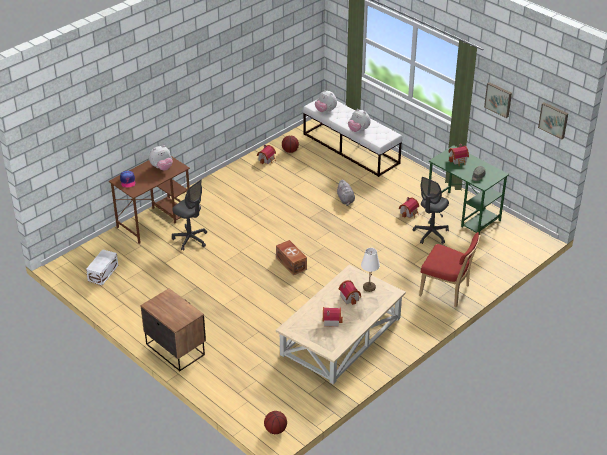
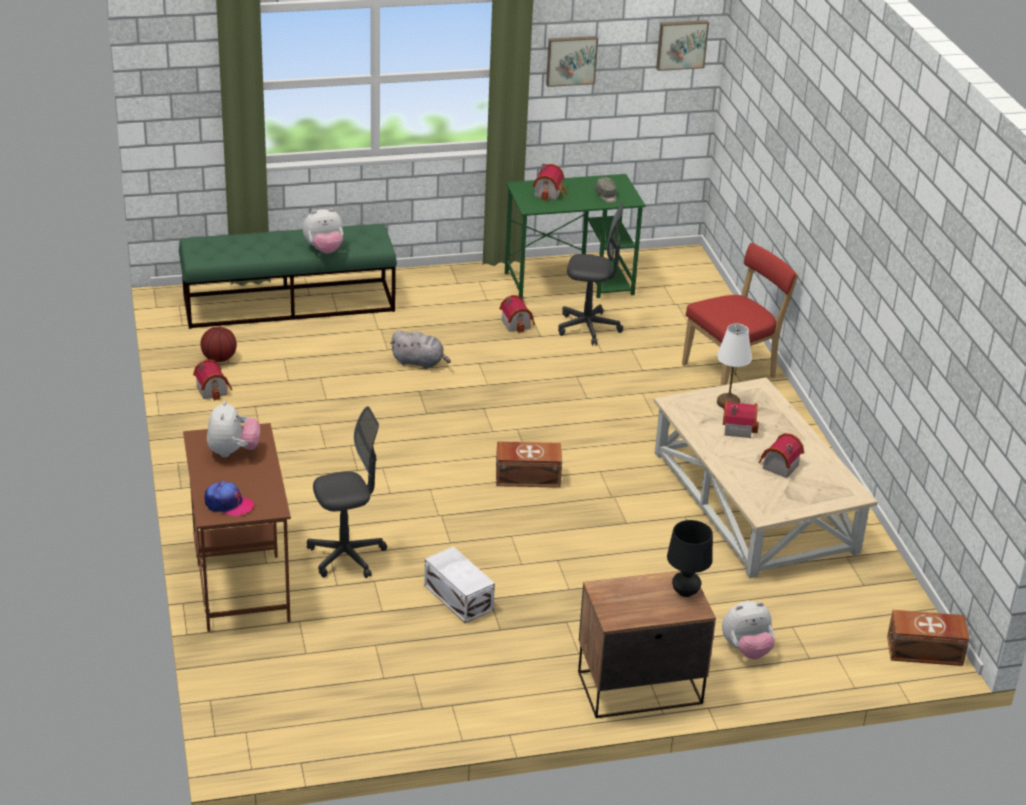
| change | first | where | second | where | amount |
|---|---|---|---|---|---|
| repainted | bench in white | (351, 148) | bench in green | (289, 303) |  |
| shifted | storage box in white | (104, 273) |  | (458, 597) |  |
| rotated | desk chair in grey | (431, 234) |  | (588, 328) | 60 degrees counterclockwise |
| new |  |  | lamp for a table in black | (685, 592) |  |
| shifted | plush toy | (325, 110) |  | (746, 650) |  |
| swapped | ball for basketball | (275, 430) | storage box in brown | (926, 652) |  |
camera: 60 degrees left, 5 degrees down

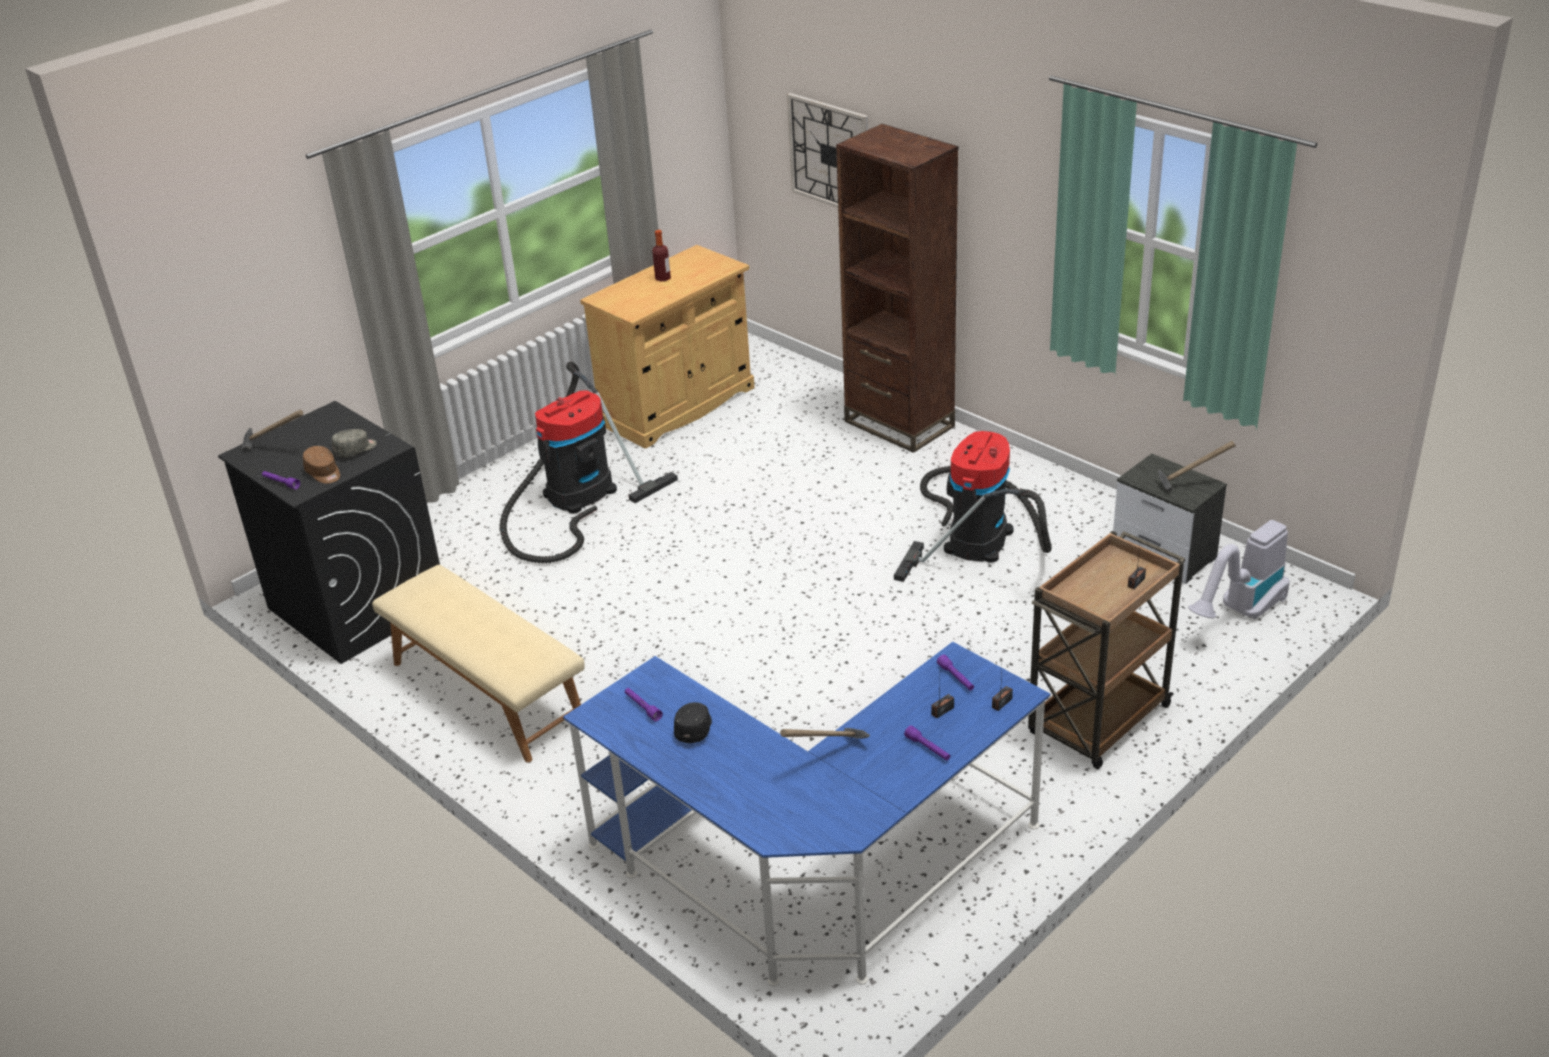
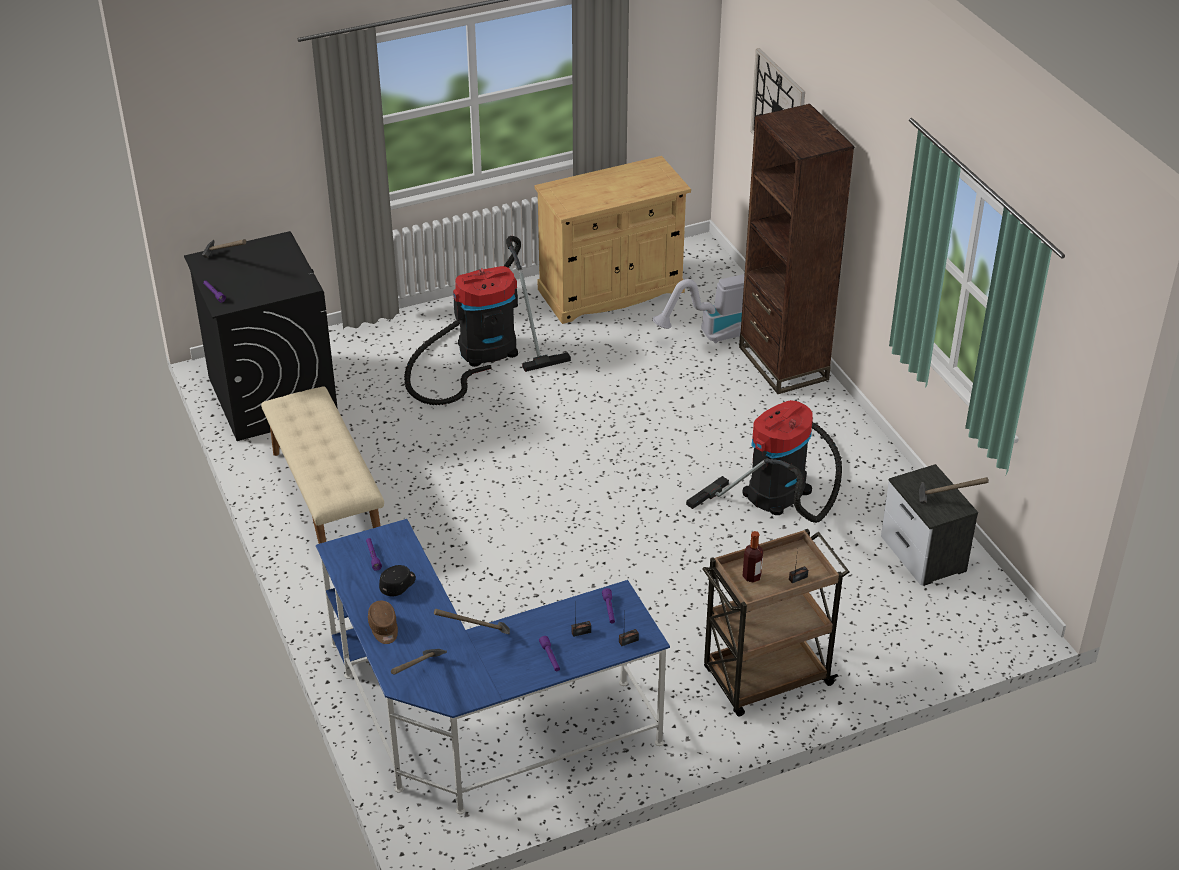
| change | first | where | second | where | amount |
|---|---|---|---|---|---|
| shifted | cap in brown | (323, 473) |  | (384, 628) |  |
| new |  |  | hammer | (419, 677) |  |
| shifted | hoover | (1240, 612) |  | (709, 336) |  |
| shifted | beverage bottle | (663, 278) |  | (751, 576) |  |
| gone | cap in grey | (355, 450) |  |  |  |
camera: 20 degrees right, 5 degrees up

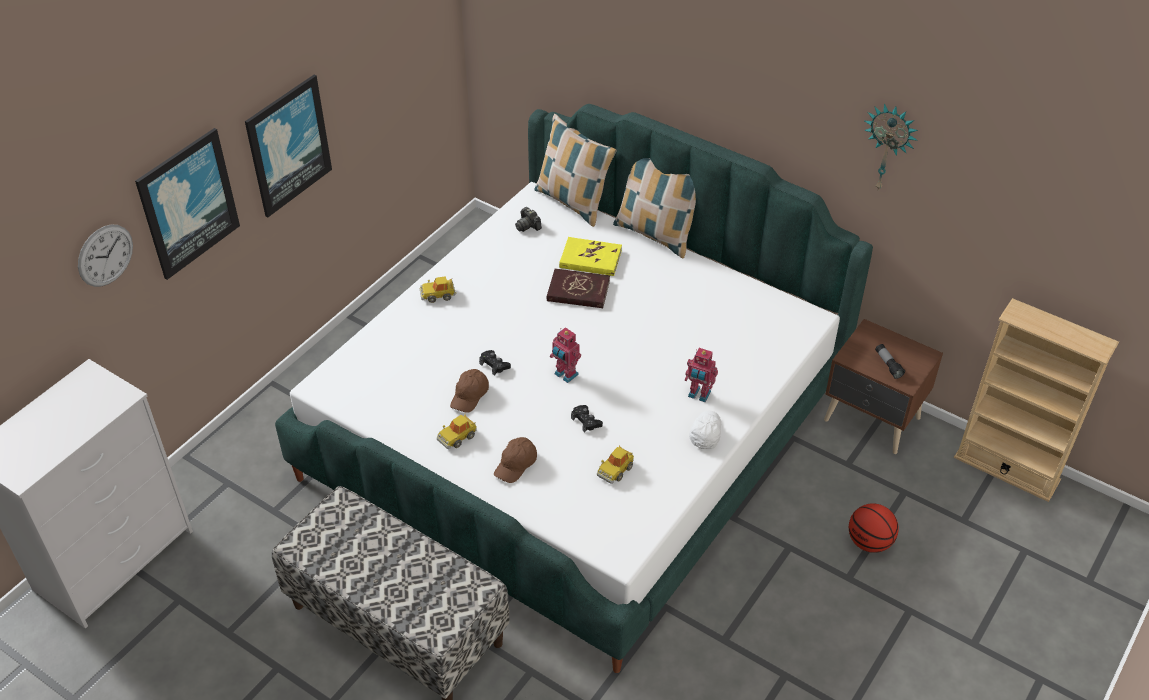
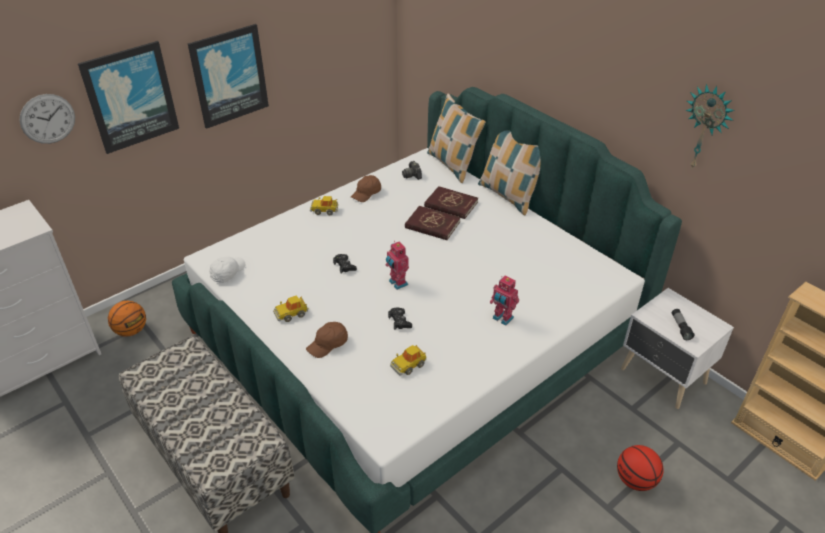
| change | first | where | second | where | amount |
|---|---|---|---|---|---|
| new |  |  | ball for basketball | (131, 331) |  |
| shifted | cap in white | (705, 433) |  | (227, 272) |  |
| shifted | cap in brown | (470, 396) |  | (366, 193) |  |
| repainted | volume in yellowish | (590, 259) | volume in reddish | (451, 205) |  |
| repainted | night table in brown | (872, 421) | night table in white | (663, 378) |  |
camera: 15 degrees right, 5 degrees down

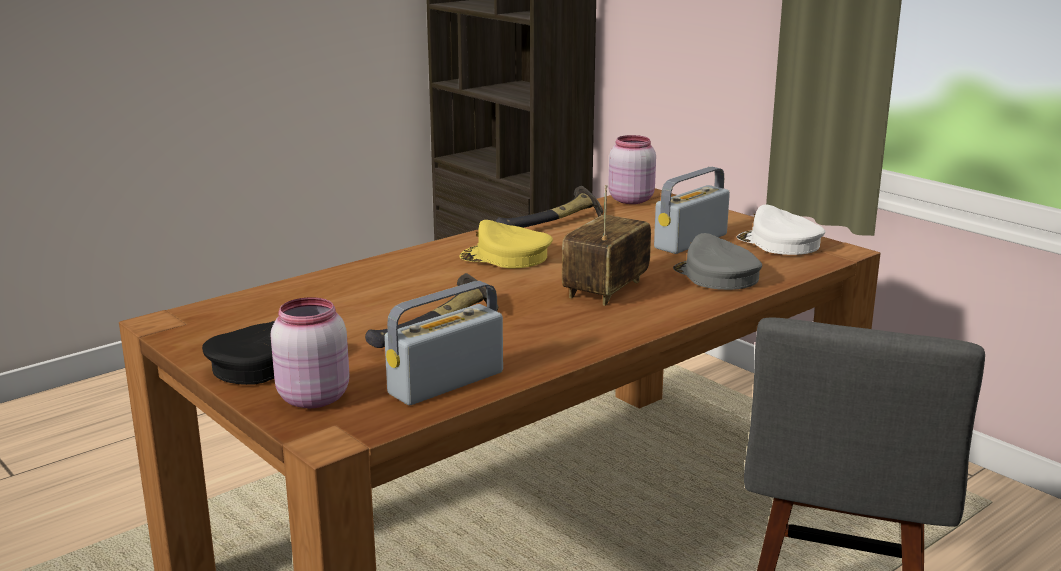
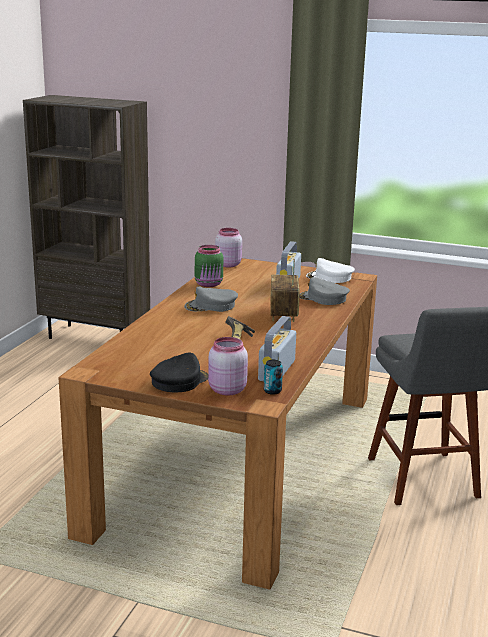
| change | first | where | second | where | amount |
|---|---|---|---|---|---|
| repainted | cap in yellowish | (505, 257) | cap in grey | (211, 306) |  |
| swapped | hammer | (555, 225) | storage jar in green | (209, 284) |  |
| new |  |  | sealed can | (272, 391) |  |
camera: 30 degrees left, 0 degrees up

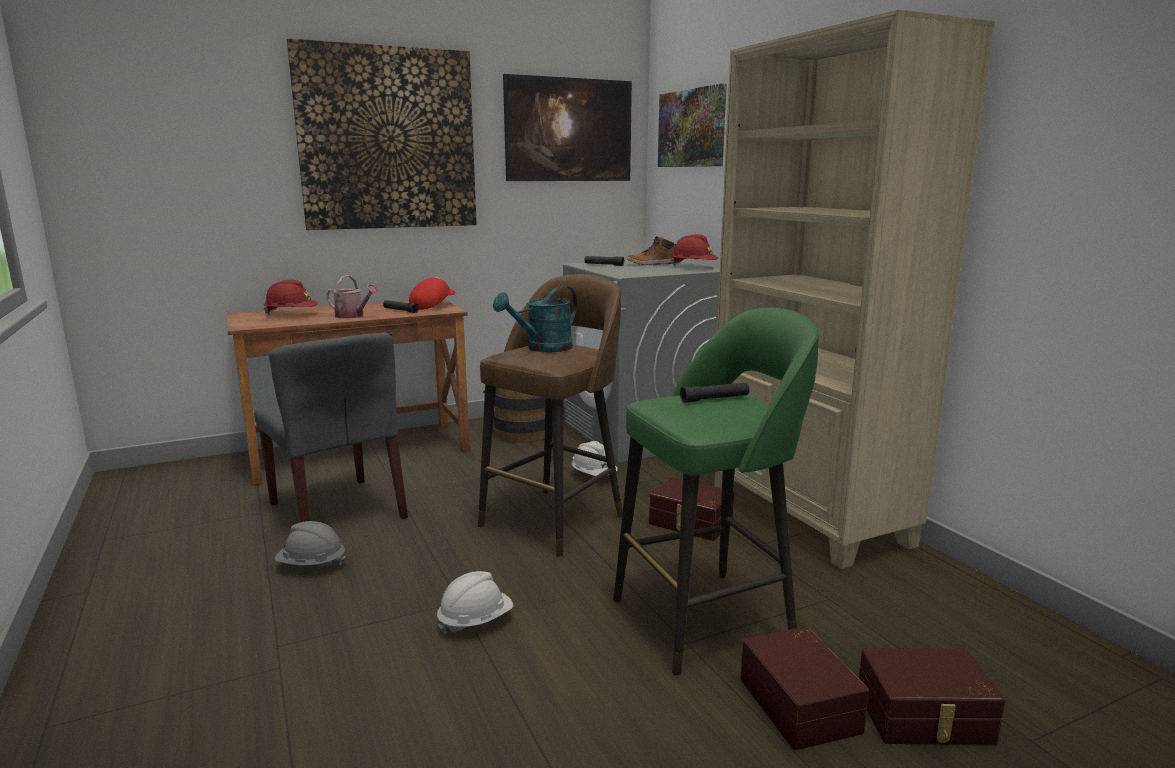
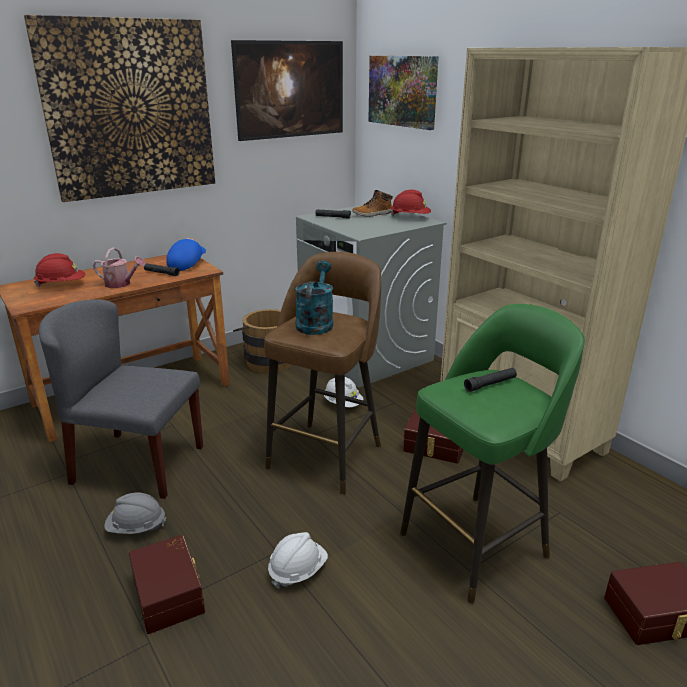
| change | first | where | second | where | amount |
|---|---|---|---|---|---|
| rotated | upright chair in grey | (337, 511) |  | (137, 464) | 150 degrees clockwise |
| shifted | storage box in brown | (801, 704) |  | (170, 593) |  |
| repainted | cap in reddish | (432, 306) | cap in blue | (187, 264) |  |
| rotated | watering pot in turquoise | (543, 349) |  | (315, 323) | 150 degrees clockwise |
camera: 10 degrees left, 10 degrees up

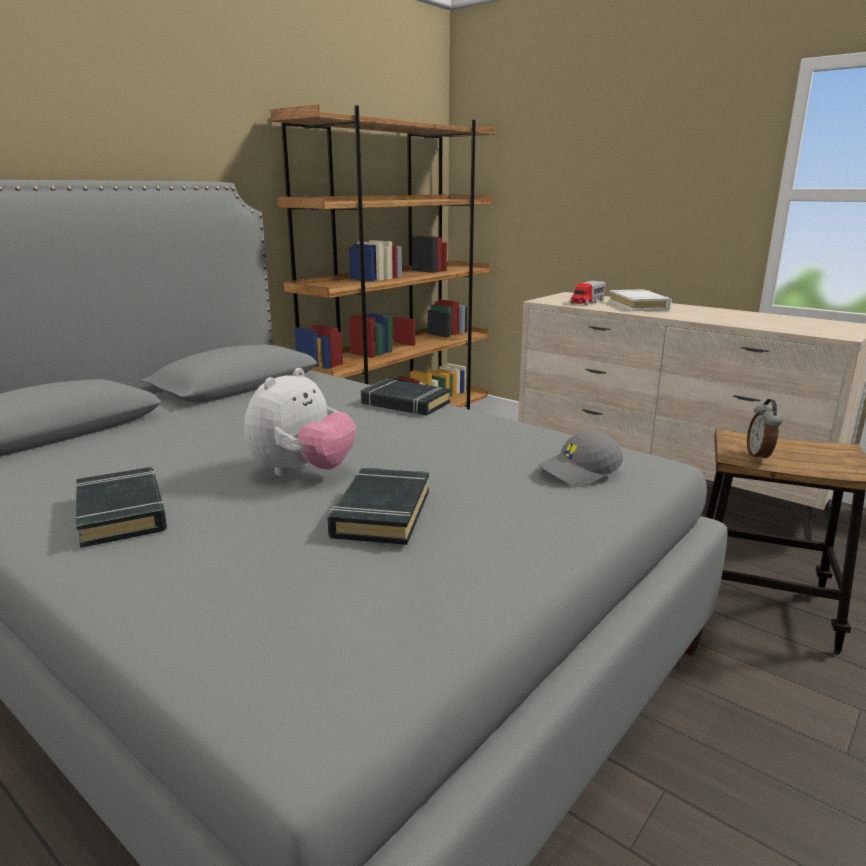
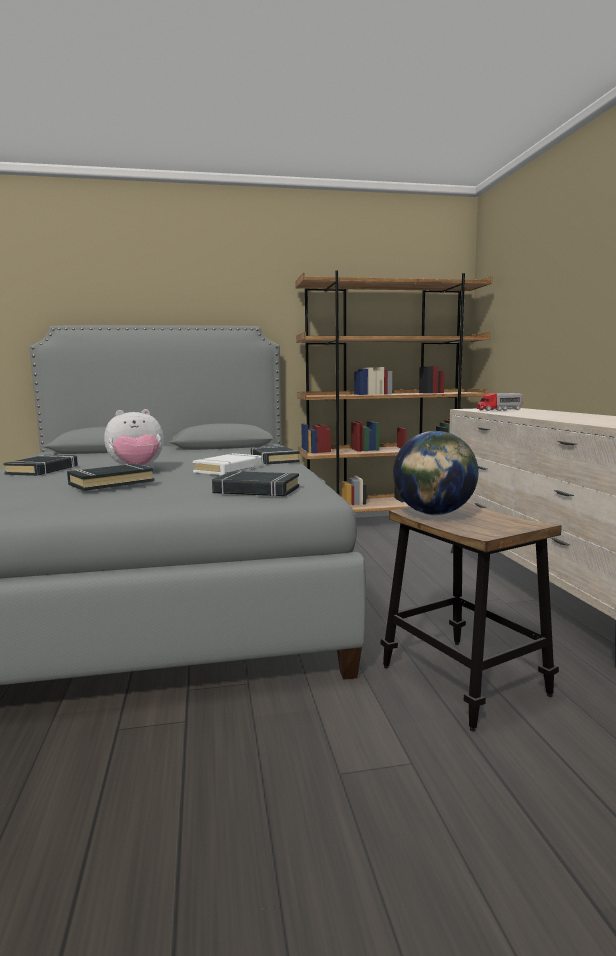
| change | first | where | second | where | amount |
|---|---|---|---|---|---|
| shifted | volume in white | (639, 305) |  | (229, 469) |  |
| swapped | cap in grey | (580, 472) | volume in black | (256, 490) |  |
| swapped | table clock | (759, 456) | world globe | (433, 514) |  |
camera: 40 degrees right, 10 degrees down

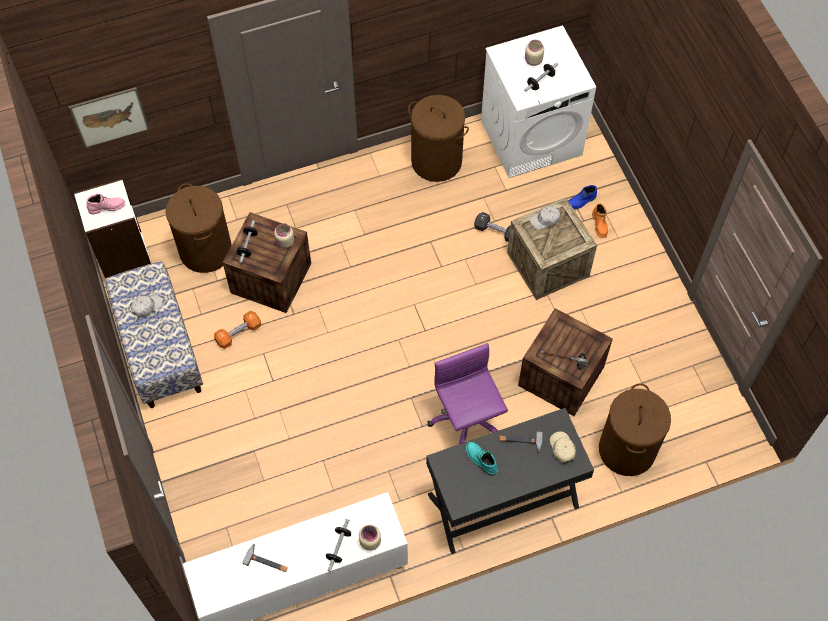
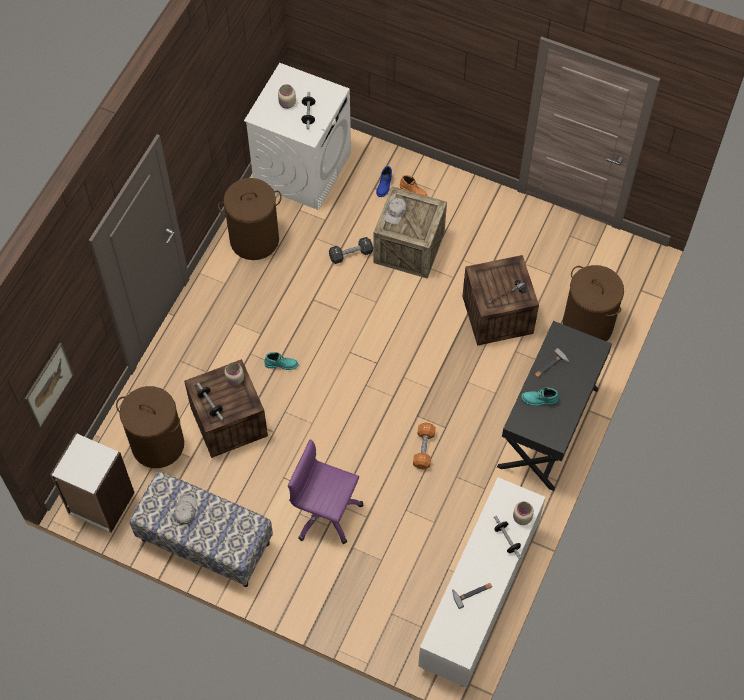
| change | first | where | second | where | amount |
|---|---|---|---|---|---|
| new |  |  | boot in turquoise | (281, 364) |  |
| shifted | desk chair in purple-coloured | (467, 421) |  | (325, 513) |  |
| shifted | hand weight in orangey | (238, 333) |  | (424, 449) |  |
| gone | boot in pink-coloured | (107, 207) |  |  |  |
| gone | cap in beige | (562, 448) |  |  |  |
camera: 45 degrees left, 0 degrees up

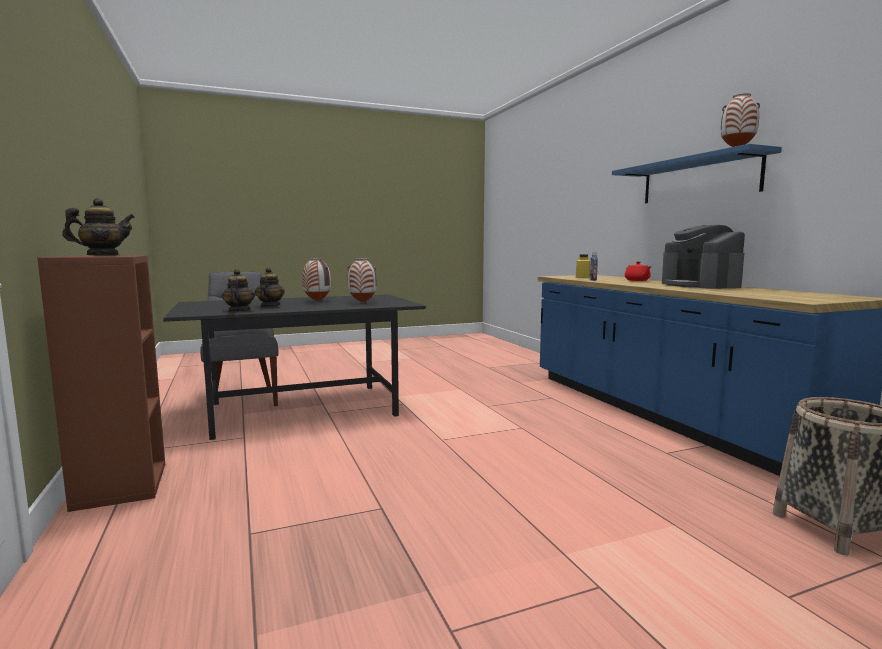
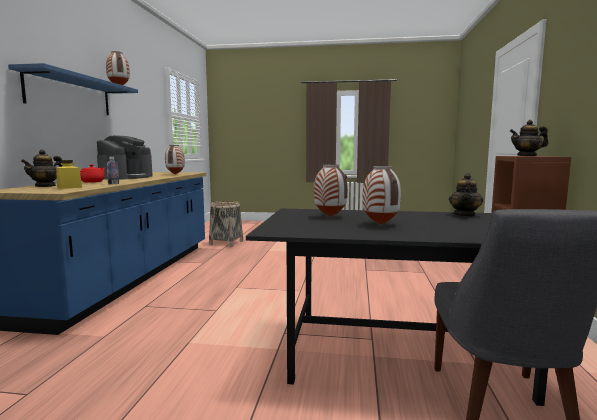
| change | first | where | second | where | amount |
|---|---|---|---|---|---|
| shifted | teapot | (270, 306) |  | (46, 186) |  |
| new |  |  | decorative vase | (175, 174) |  |
camera: 150 degrees left, 0 degrees up

